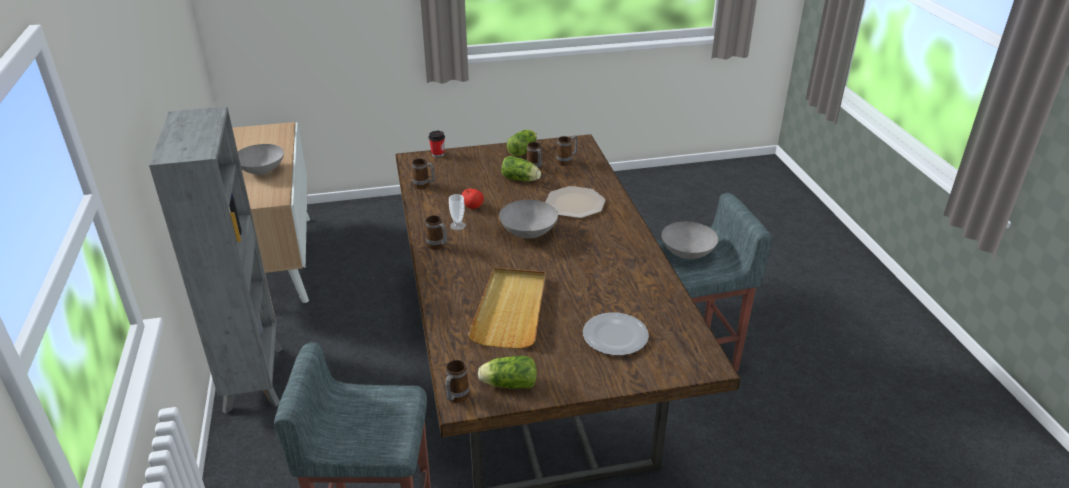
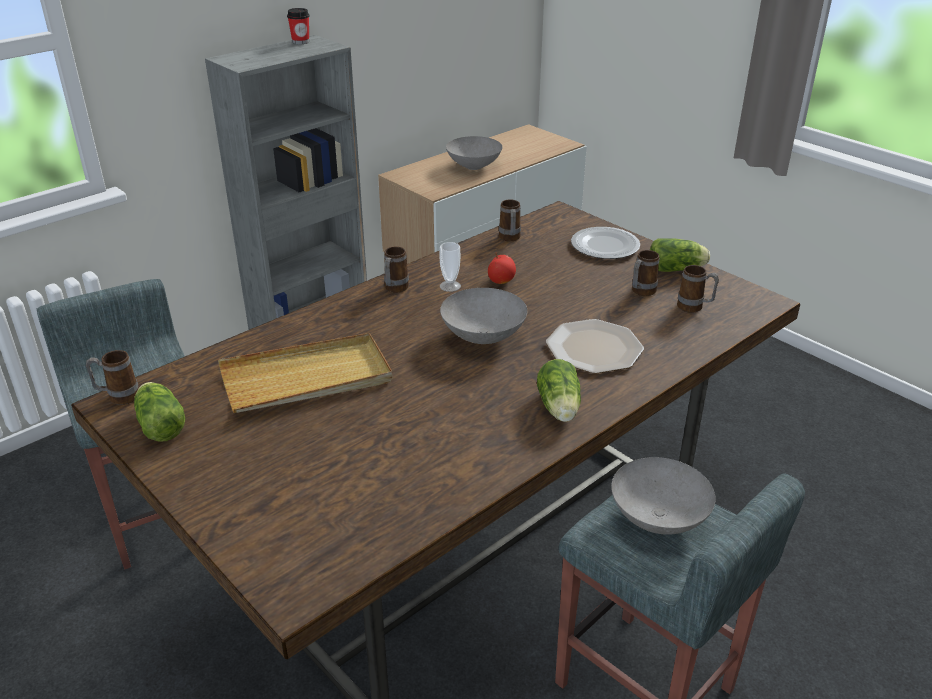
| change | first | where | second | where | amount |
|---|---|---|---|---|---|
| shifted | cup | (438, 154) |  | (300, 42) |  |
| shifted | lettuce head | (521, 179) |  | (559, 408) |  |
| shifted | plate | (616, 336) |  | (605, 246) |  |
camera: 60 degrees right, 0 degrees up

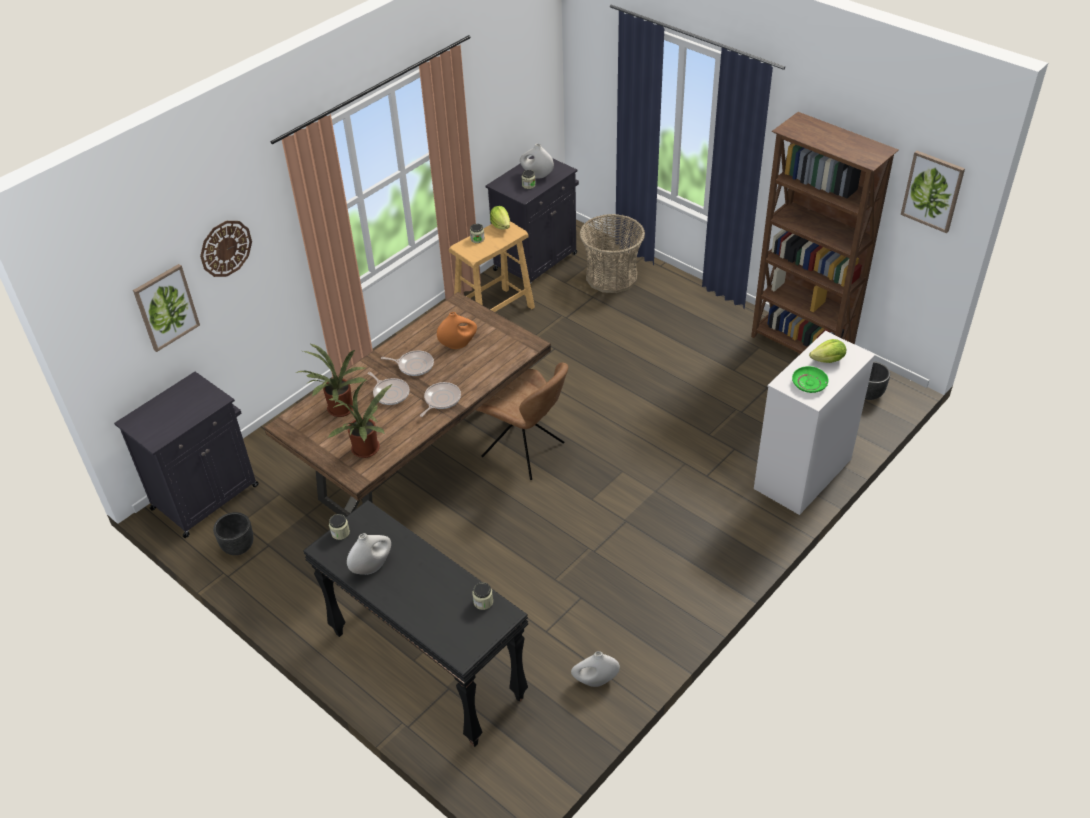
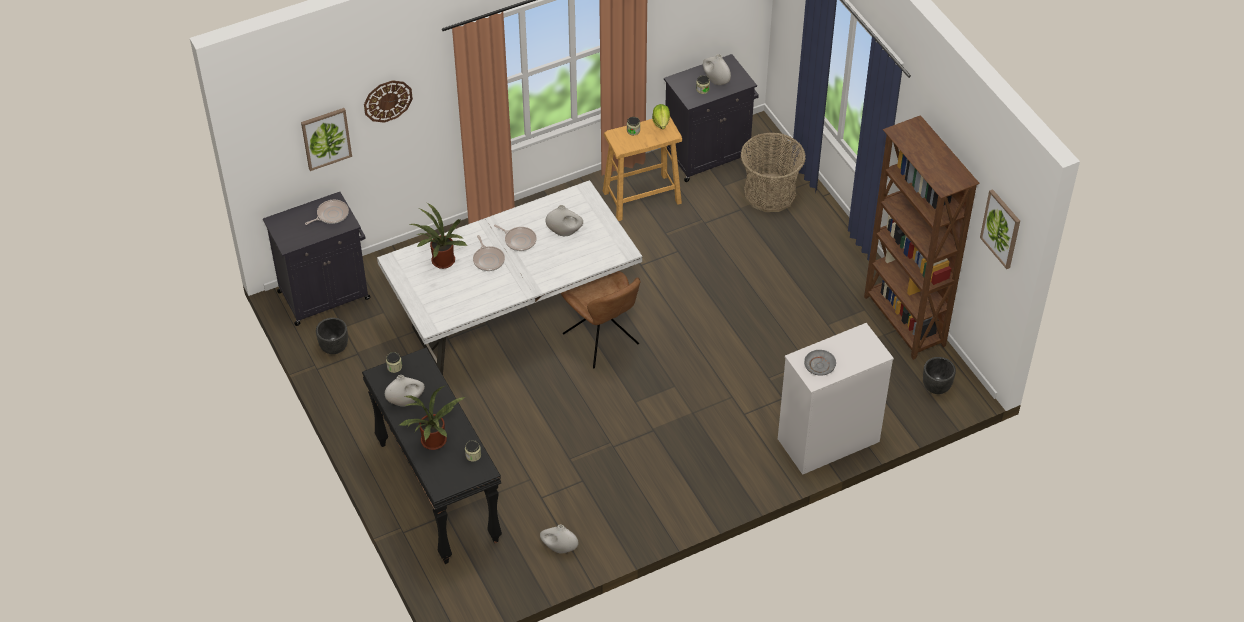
| change | first | where | second | where | amount |
|---|---|---|---|---|---|
| shifted | skillet | (441, 400) |  | (331, 215) |  |
| repainted | dinner table in brown | (422, 459) | dinner table in white | (513, 319) |  |
| shifted | potted plant | (367, 451) |  | (434, 443) |  |
| repainted | decorative vase in orangey | (458, 344) | decorative vase in white | (564, 232) |  |
| repainted | plate in green | (809, 383) | plate in grey | (819, 366) |  |
| gone | lettuce head | (828, 360) |  |  |  |
camera: 20 degrees right, 5 degrees up

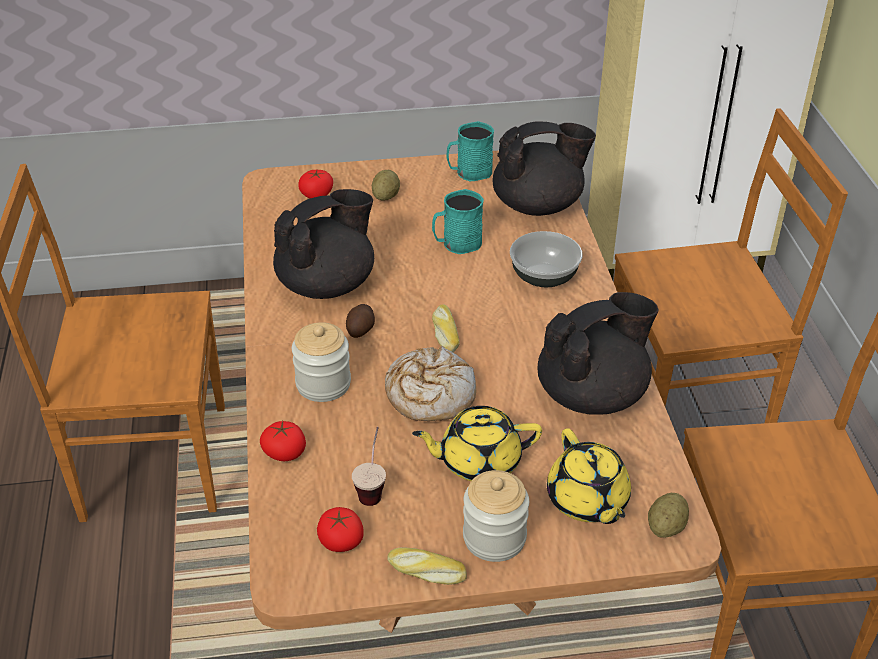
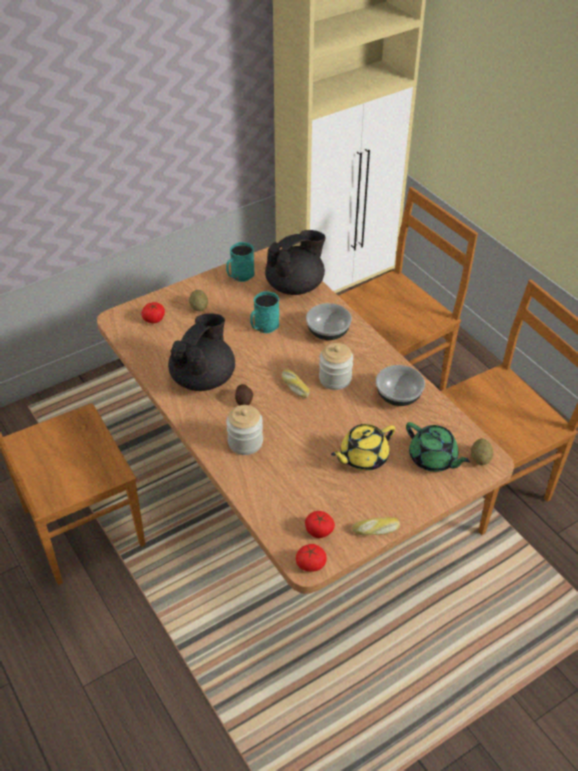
| change | first | where | second | where | amount |
|---|---|---|---|---|---|
| shifted | tomato | (284, 452) |  | (310, 563) |  |
| shifted | storage jar | (494, 538) |  | (335, 379) |  |
| swapped | teapot in black | (593, 394) | bowl | (399, 396) |  |
| repainted | teapot in yellowish | (587, 501) | teapot in green | (433, 459) |  |
| gone | cup | (373, 487) |  |  |  |
| gone | bakery bread | (429, 394) |  |  |  |
camera: 25 degrees left, 5 degrees up

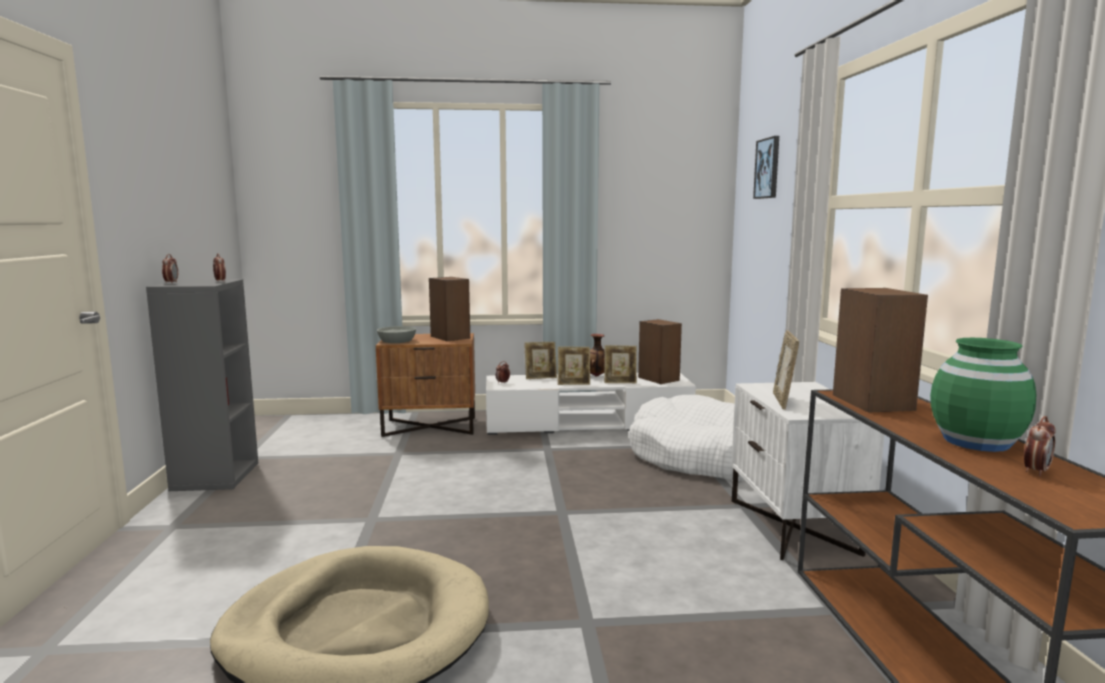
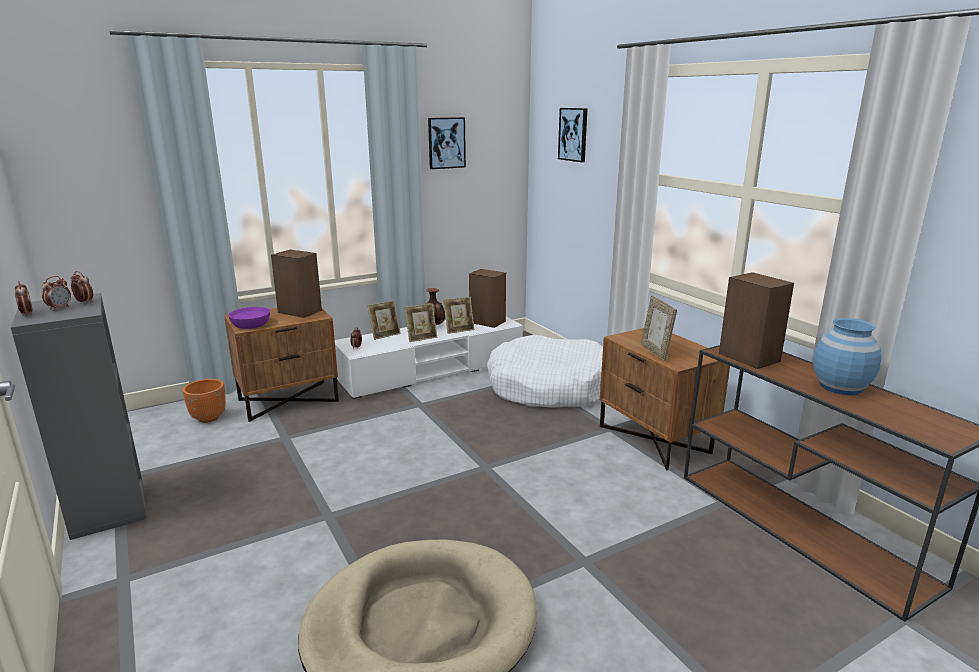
| change | first | where | second | where | amount |
|---|---|---|---|---|---|
| shifted | table clock | (1036, 471) |  | (59, 308) |  |
| new |  |  | planter in orangey | (209, 418) |  |
| repainted | bowl in grey | (397, 341) | bowl in purple-coloured | (251, 324) |  |
| new |  |  | wall picture | (446, 143) |  |
| repainted | night table in white | (794, 526) | night table in brown | (655, 439) |  |
| repainted | decorative vase in green | (977, 442) | decorative vase in blue | (840, 387) |  |
camera: 25 degrees left, 10 degrees up

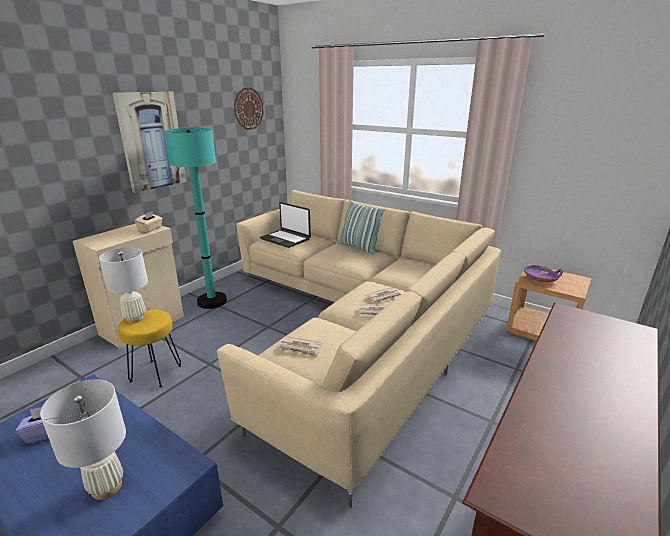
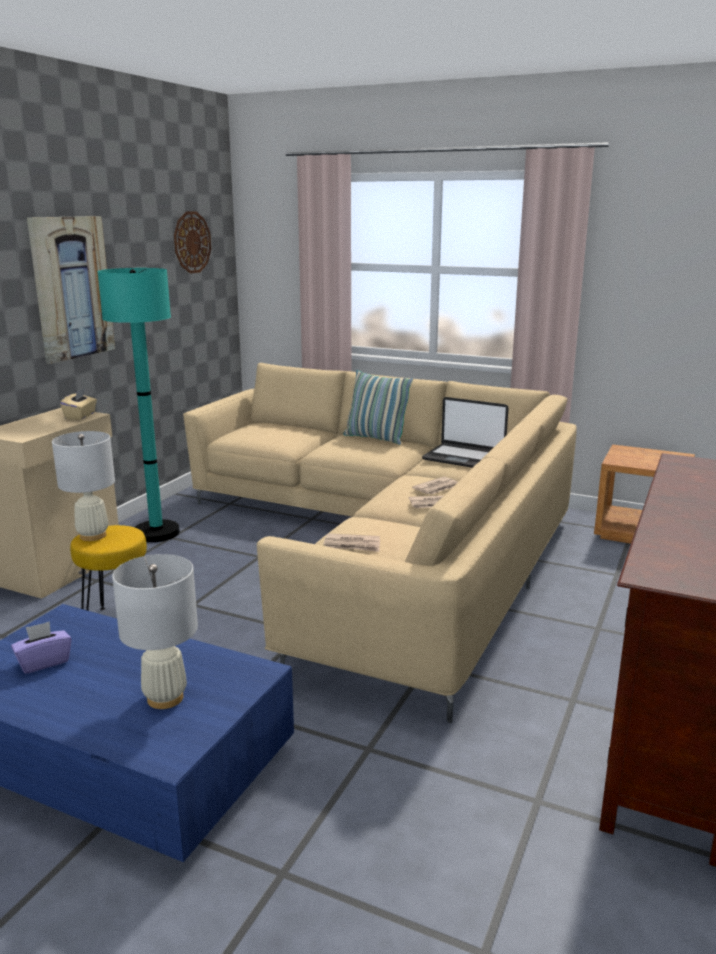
| change | first | where | second | where | amount |
|---|---|---|---|---|---|
| shifted | laptop | (285, 239) |  | (464, 458) |  |
| gone | bowl in purple-coloured | (541, 279) |  |  |  |
camera: 10 degrees left, 5 degrees down

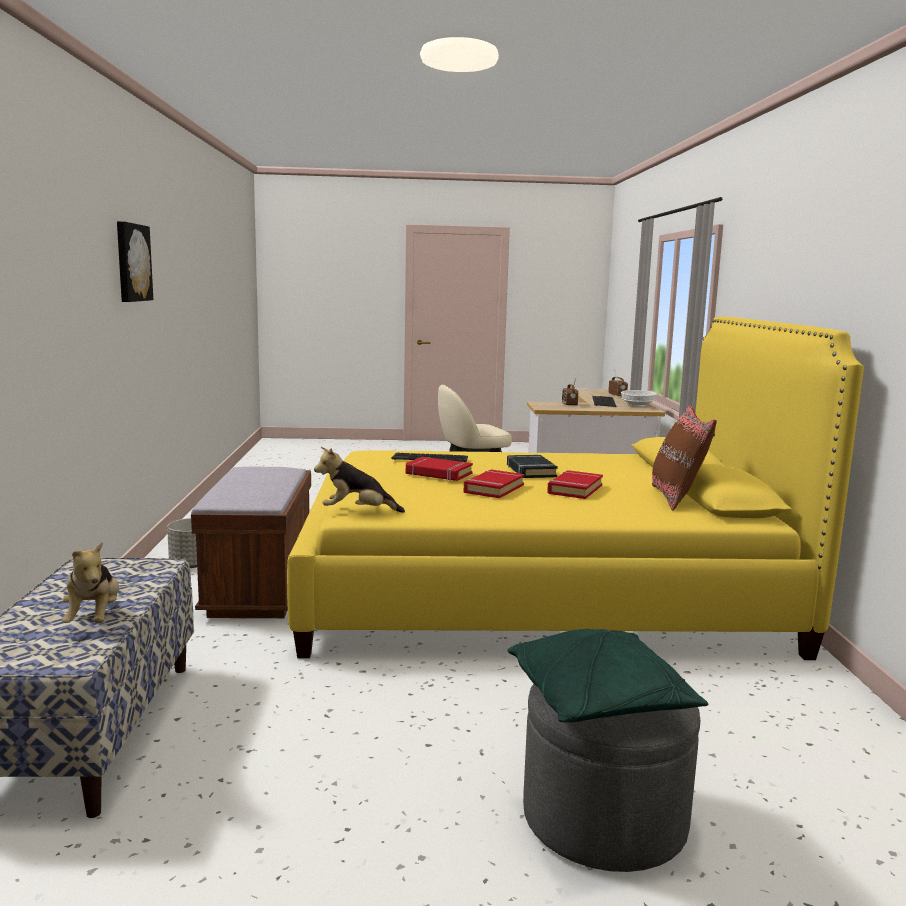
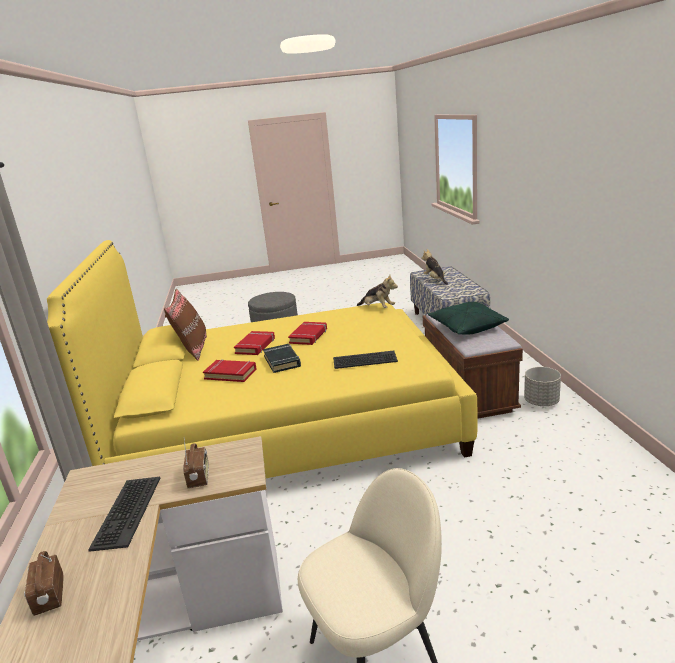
| change | first | where | second | where | amount |
|---|---|---|---|---|---|
| shifted | volume in reddish | (438, 474) |  | (231, 374) |  |
| rotated | plush toy | (357, 512) |  | (377, 308) | 45 degrees clockwise |
| shifted | cushion in green | (600, 702) |  | (467, 328) |  |
| gone | wall picture | (131, 262) |  |  |  |
| gone | bowl in white | (637, 405) |  |  |  |
camera: 175 degrees right, 10 degrees up

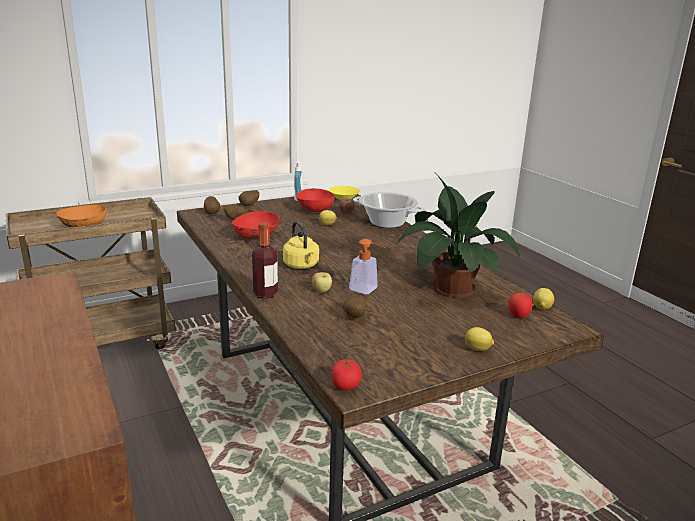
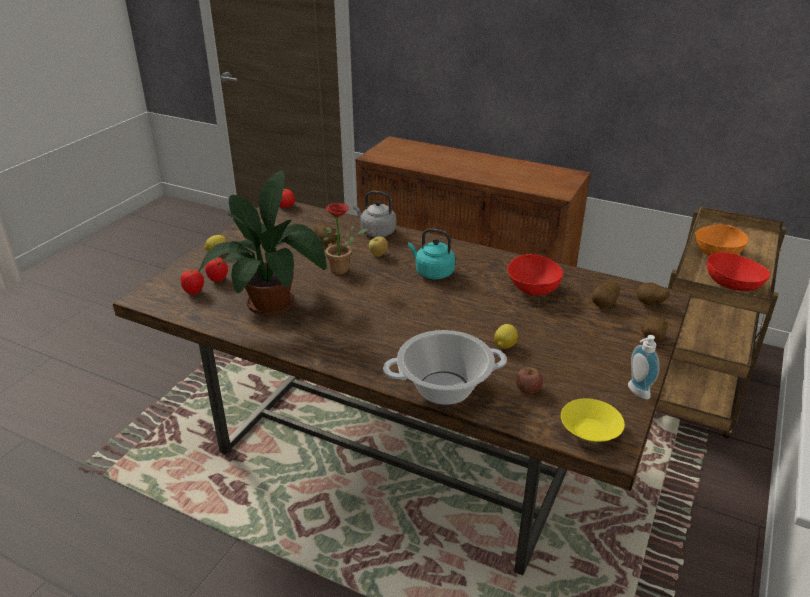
| change | first | where | second | where | amount |
|---|---|---|---|---|---|
| new |  |  | tomato | (218, 280) |  |
| swapped | soap bottle | (367, 290) | potted plant | (343, 269) |  |
| new |  |  | water kettle in grey | (376, 232) |  |
| repainted | water kettle in yellowish | (302, 266) | water kettle in turquoise | (432, 272) |  |
| shifted | bowl in reddish | (314, 210) |  | (733, 285) |  |
| gone | beverage bottle | (265, 294) |  |  |  |
| gone | lemon | (541, 308) |  |  |  |
camera: 145 degrees right, 10 degrees up

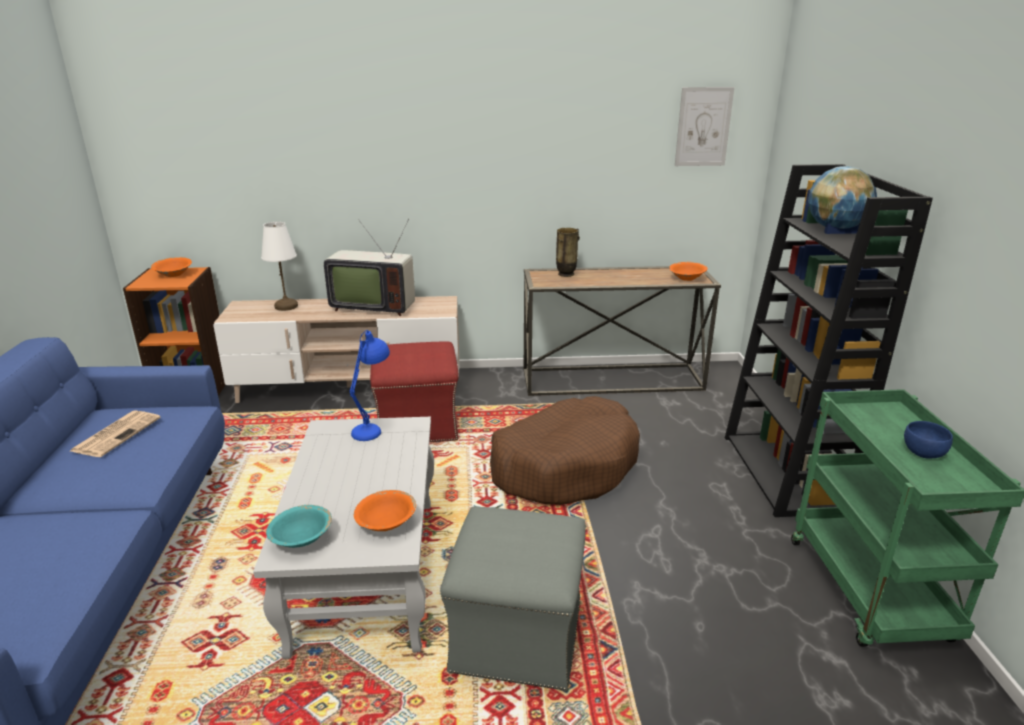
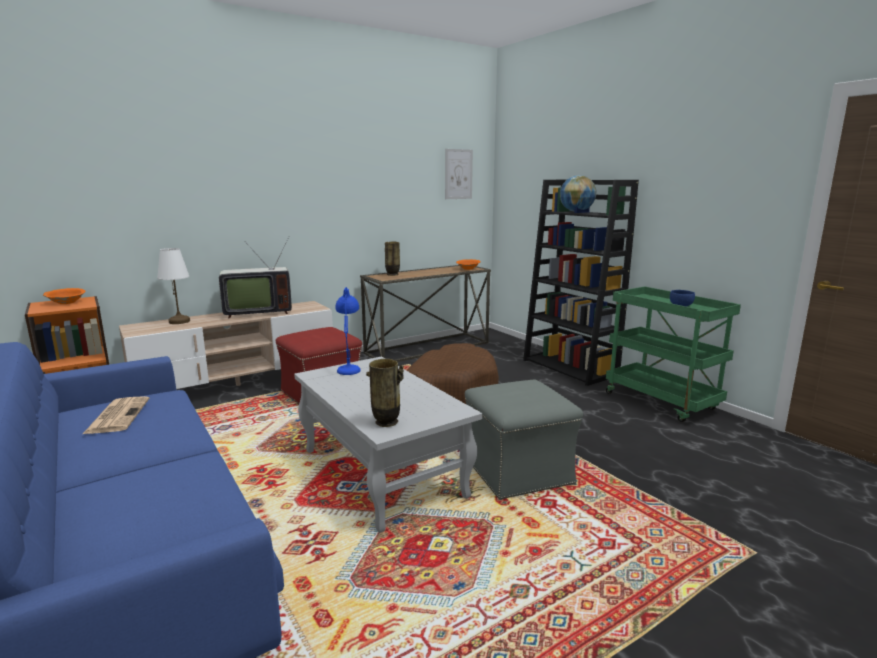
| change | first | where | second | where | amount |
|---|---|---|---|---|---|
| swapped | bowl in turquoise | (301, 539) | decorative vase | (386, 422) |  |
| gone | bowl in orangey | (386, 523) |  |  |  |
camera: 30 degrees left, 10 degrees down

